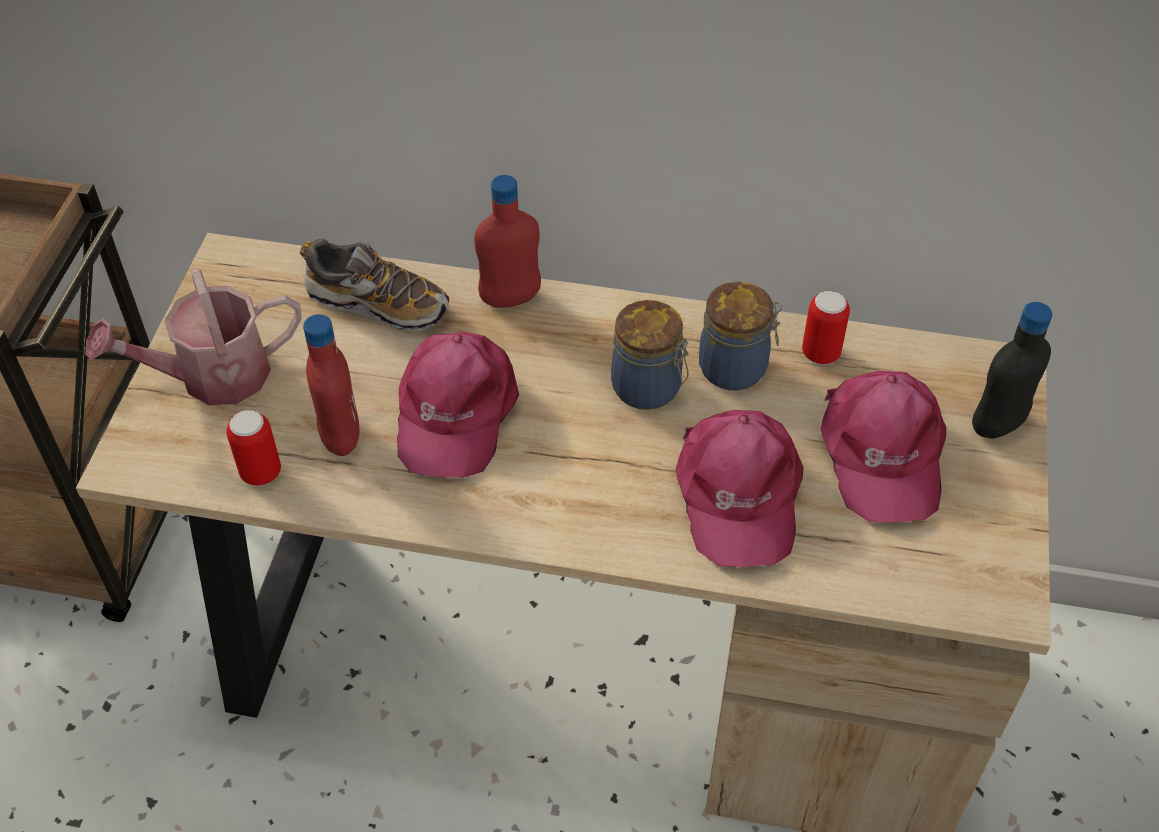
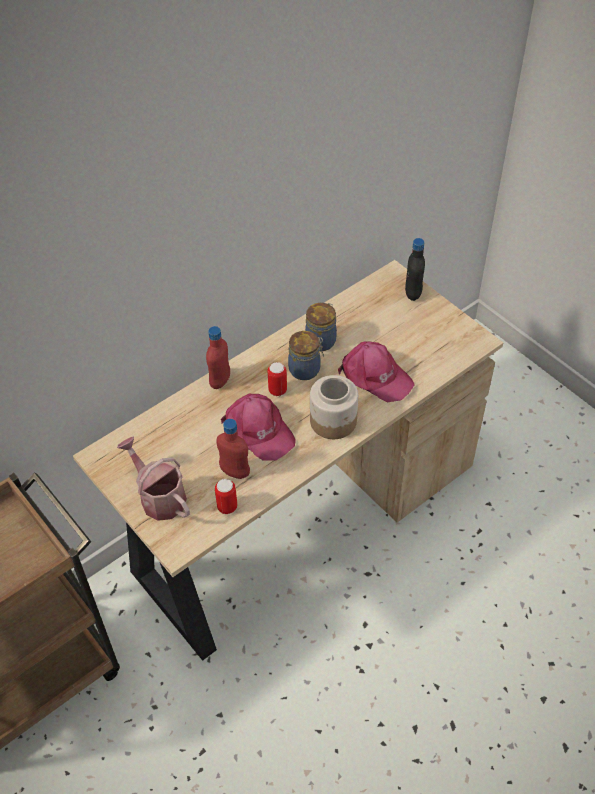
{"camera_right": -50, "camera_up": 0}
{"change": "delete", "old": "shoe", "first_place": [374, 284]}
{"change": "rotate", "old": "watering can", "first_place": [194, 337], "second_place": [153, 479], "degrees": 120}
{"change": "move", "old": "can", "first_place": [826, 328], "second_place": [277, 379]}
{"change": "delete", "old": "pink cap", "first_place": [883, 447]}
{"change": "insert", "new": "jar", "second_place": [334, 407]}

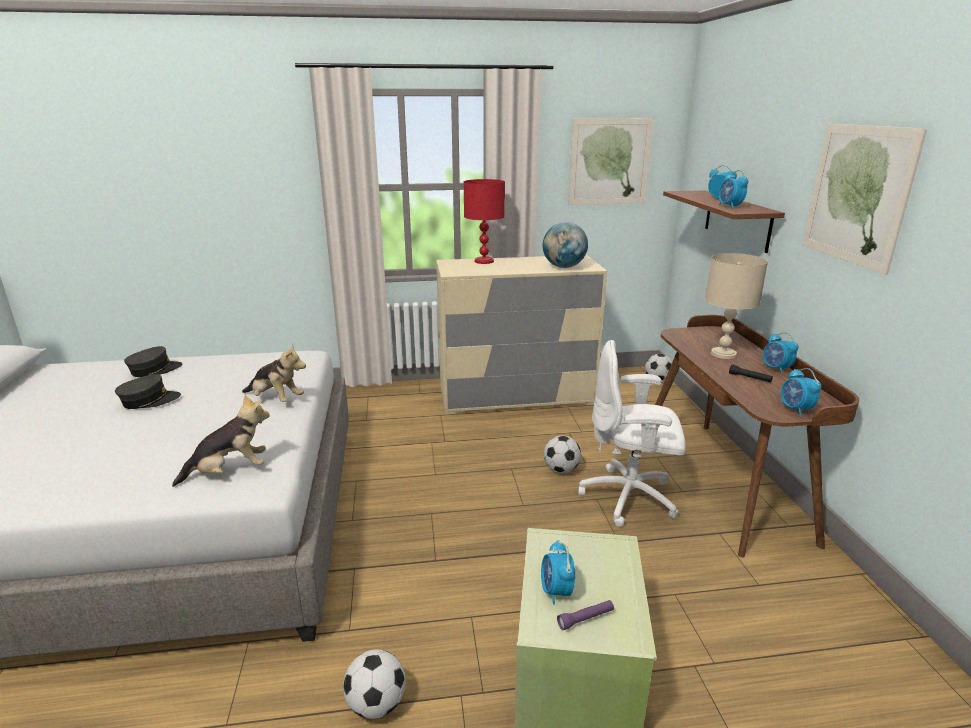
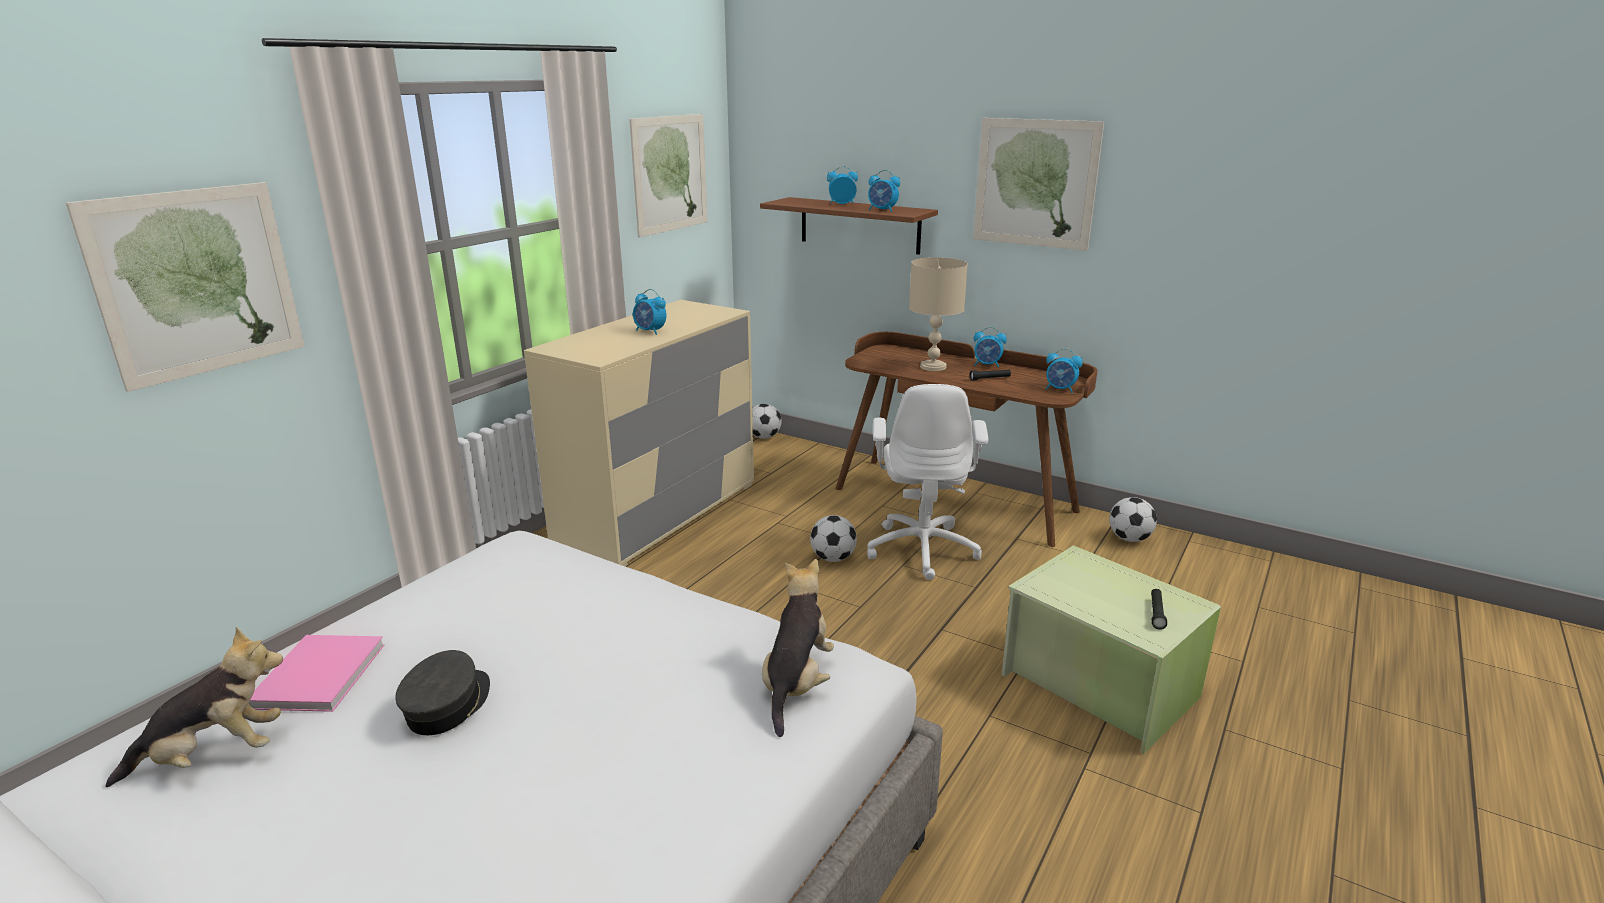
{"camera_right": -50, "camera_up": 0}
{"change": "delete", "old": "red table lamp", "first_place": [484, 221]}
{"change": "delete", "old": "globe", "first_place": [565, 245]}
{"change": "rotate", "old": "white office chair", "first_place": [632, 433], "second_place": [927, 482], "degrees": -45}
{"change": "move", "old": "plush toy", "first_place": [274, 373], "second_place": [194, 707]}
{"change": "replace", "old": "grey cap", "new": "pink book", "first_place": [153, 361], "second_place": [316, 673]}
{"change": "move", "old": "alarm clock", "first_place": [558, 572], "second_place": [650, 312]}
{"change": "recolor", "old": "purple flashlight", "new": "black flashlight", "first_place": [585, 615], "second_place": [1159, 609]}
{"change": "move", "old": "football", "first_place": [374, 684], "second_place": [1133, 519]}
{"change": "insert", "new": "picture", "second_place": [185, 287]}

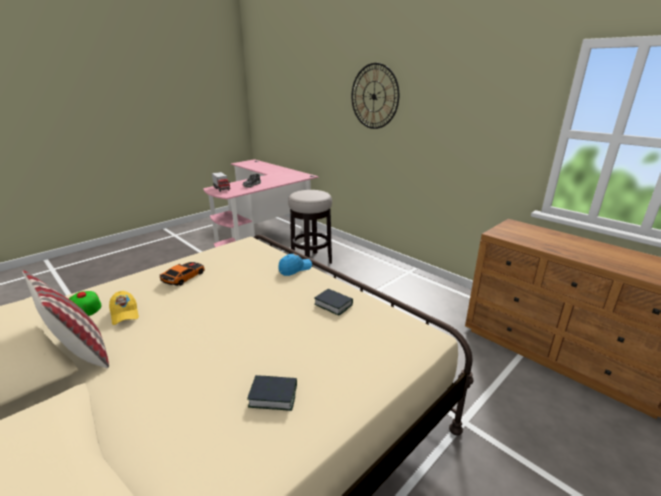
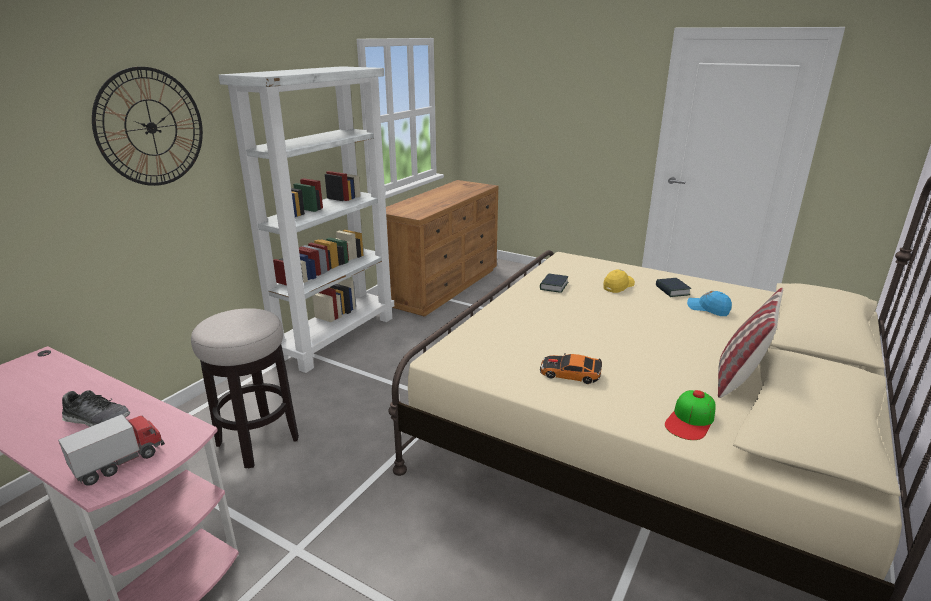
{"camera_right": -105, "camera_up": 0}
{"change": "move", "old": "blue cap", "first_place": [295, 265], "second_place": [709, 303]}
{"change": "move", "old": "yellow cap", "first_place": [124, 308], "second_place": [619, 281]}
{"change": "insert", "new": "white bookcase", "second_place": [306, 219]}

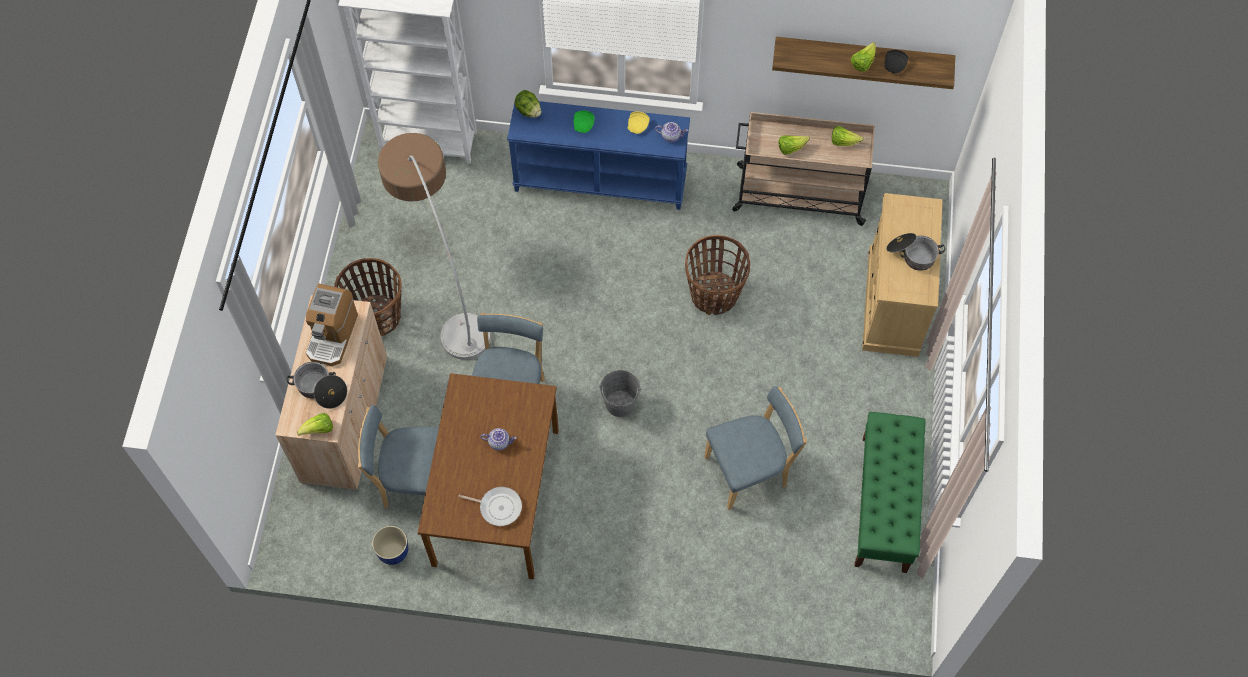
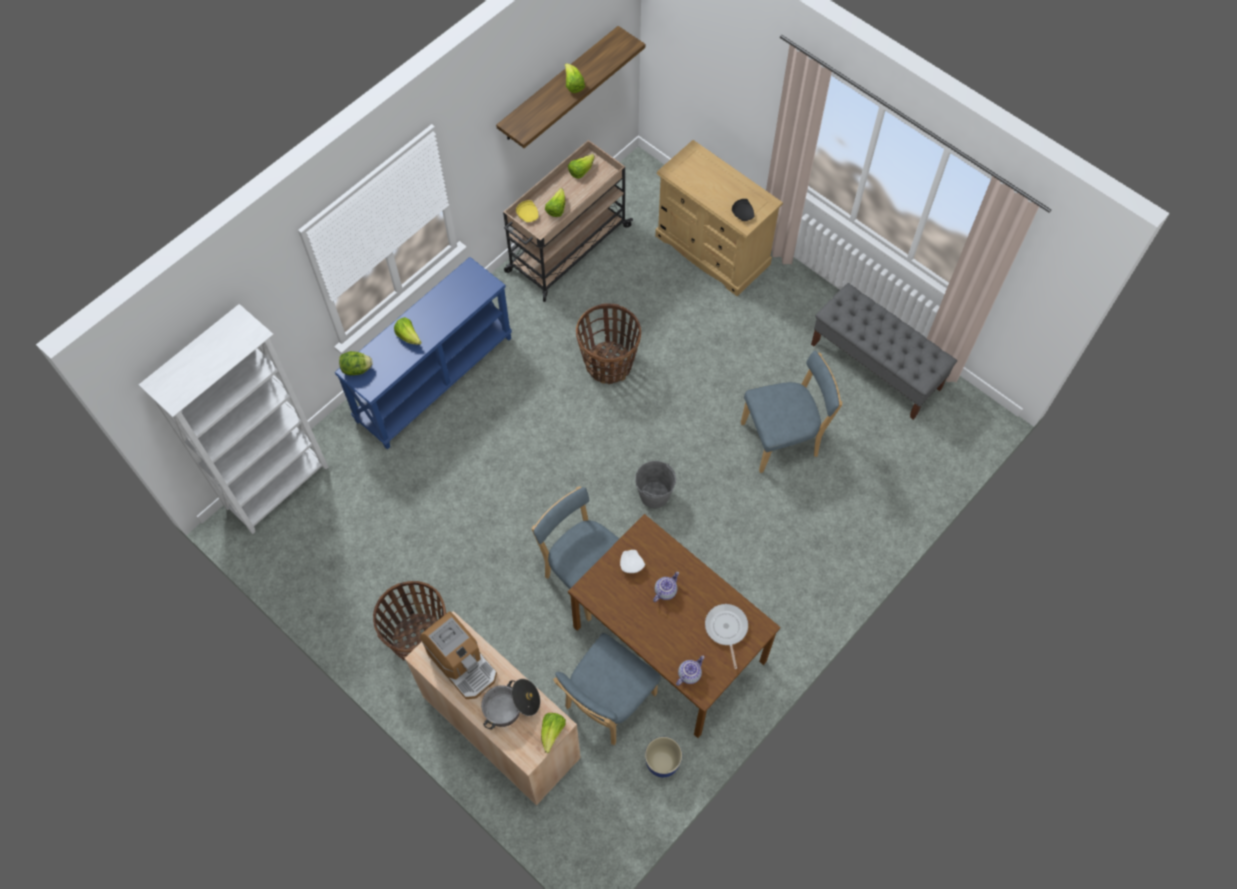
{"camera_right": -55, "camera_up": 0}
{"change": "move", "old": "black plate", "first_place": [896, 62], "second_place": [743, 210]}
{"change": "replace", "old": "green plate", "new": "lettuce", "first_place": [584, 122], "second_place": [408, 331]}
{"change": "move", "old": "yellow plate", "first_place": [639, 122], "second_place": [527, 211]}
{"change": "move", "old": "teapot", "first_place": [671, 132], "second_place": [690, 671]}
{"change": "delete", "old": "floor lamp", "first_place": [434, 246]}
{"change": "delete", "old": "cooking pot", "first_place": [915, 252]}
{"change": "rotate", "old": "blue chair", "first_place": [755, 448], "second_place": [791, 412], "degrees": 60}
{"change": "recolor", "old": "green bench", "new": "grey bench", "first_place": [890, 492], "second_place": [884, 351]}
{"change": "rotate", "old": "frying pan", "first_place": [490, 506], "second_place": [726, 636], "degrees": -60}
{"change": "insert", "new": "white plate", "second_place": [632, 561]}

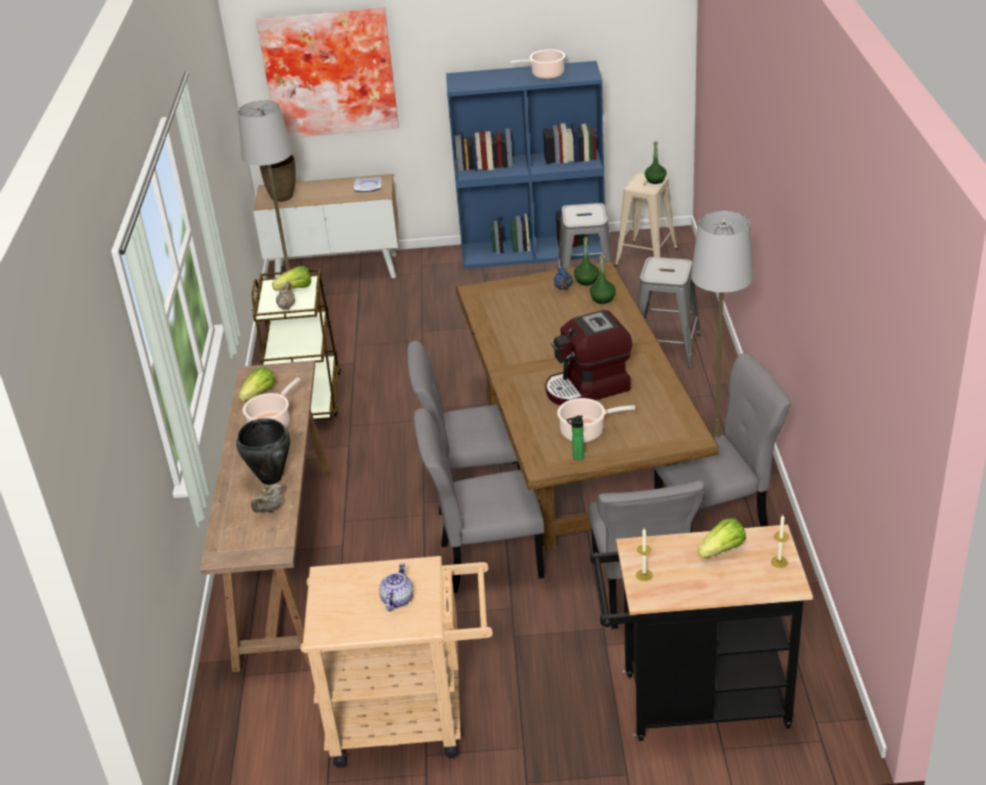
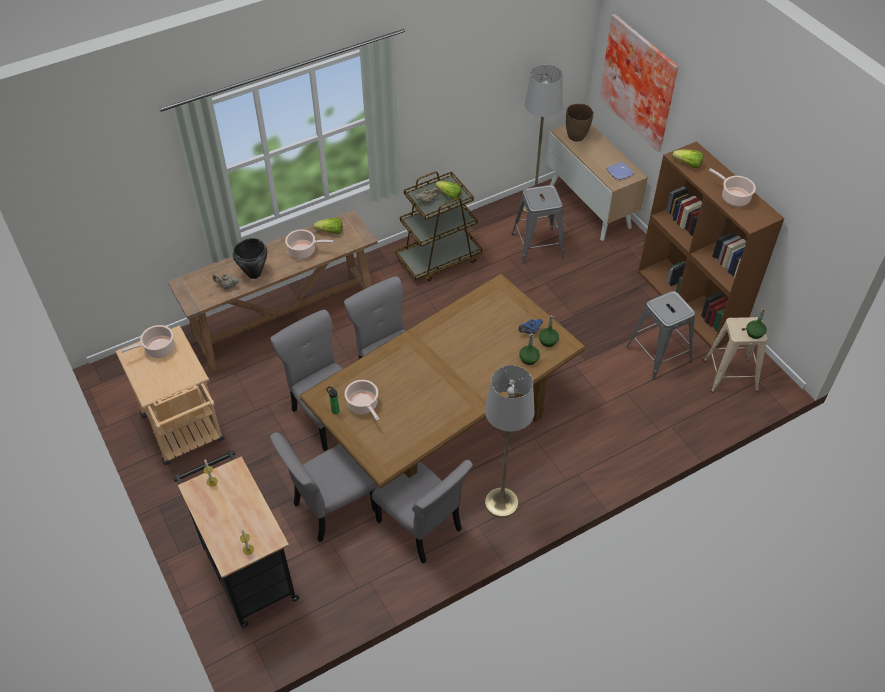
{"camera_right": 60, "camera_up": 15}
{"change": "recolor", "old": "blue bookcase", "new": "brown bookcase", "first_place": [525, 165], "second_place": [711, 244]}
{"change": "move", "old": "grey stool", "first_place": [669, 312], "second_place": [538, 224]}
{"change": "delete", "old": "coffee machine", "first_place": [588, 358]}
{"change": "move", "old": "lettuce", "first_place": [722, 538], "second_place": [687, 158]}
{"change": "delete", "old": "teapot", "first_place": [396, 587]}
{"change": "insert", "new": "cooking pot", "second_place": [147, 341]}

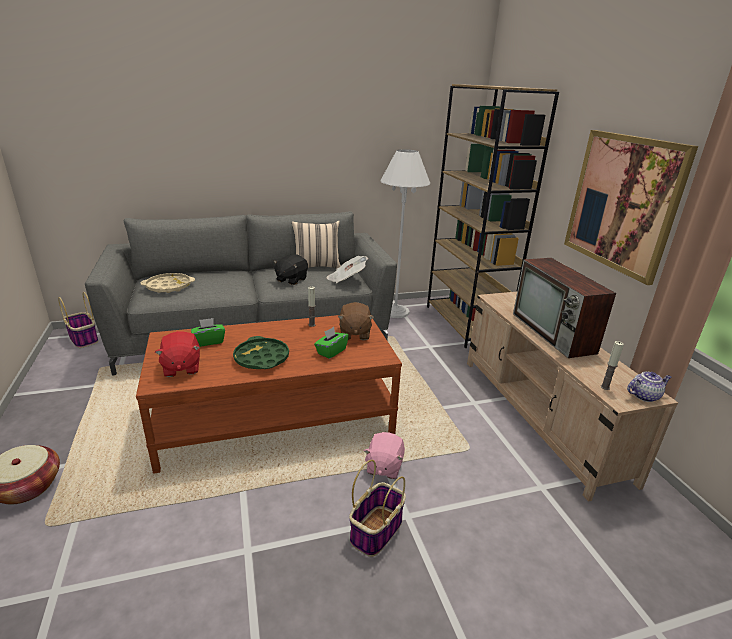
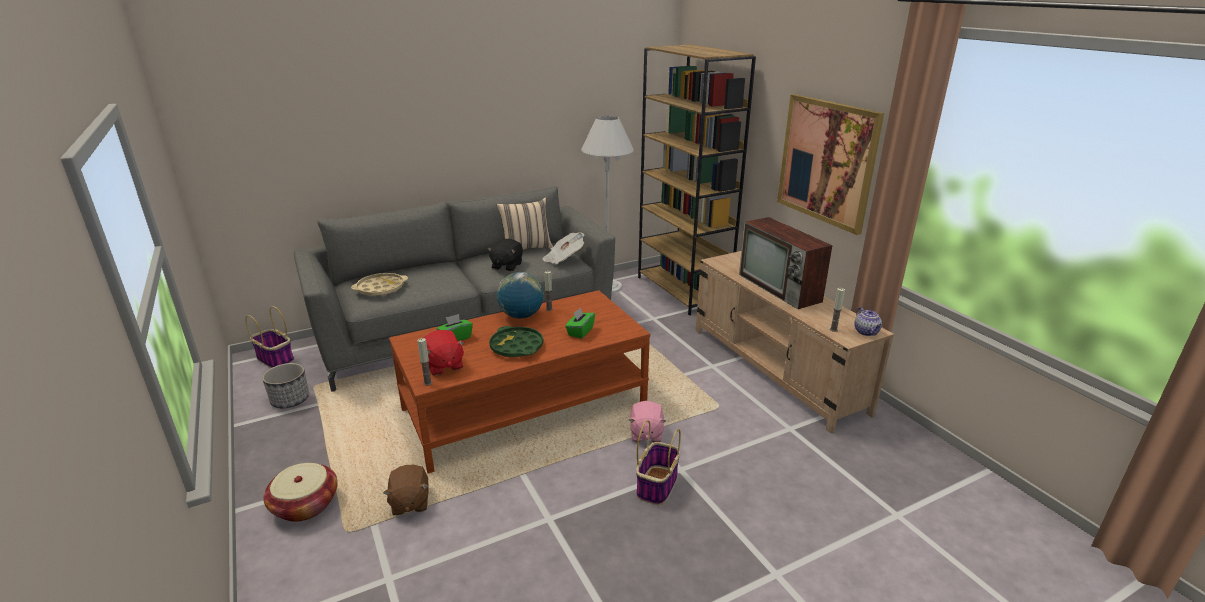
{"camera_right": -10, "camera_up": 0}
{"change": "move", "old": "brown plush toy", "first_place": [356, 321], "second_place": [406, 490]}
{"change": "rotate", "old": "teapot", "first_place": [649, 387], "second_place": [868, 321], "degrees": 105}
{"change": "insert", "new": "globe", "second_place": [520, 295]}
{"change": "insert", "new": "candle", "second_place": [424, 362]}
{"change": "insert", "new": "planter", "second_place": [285, 385]}

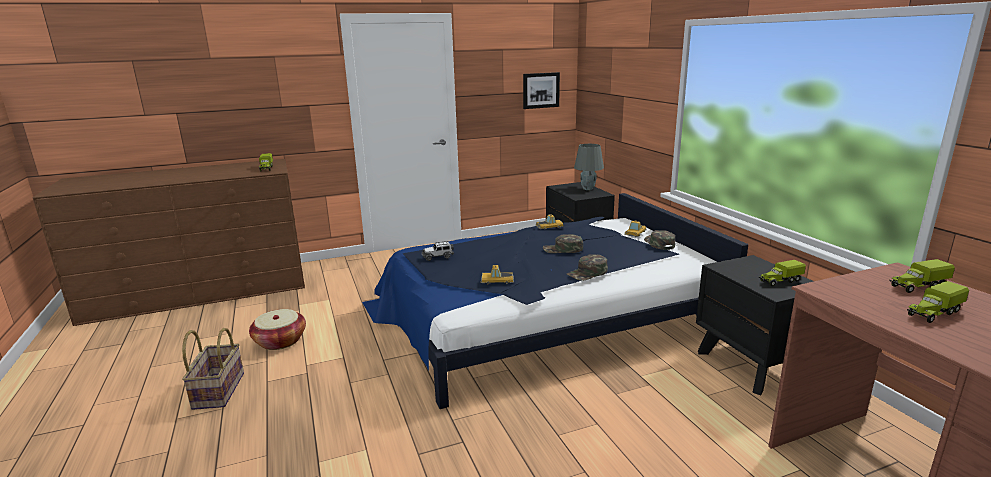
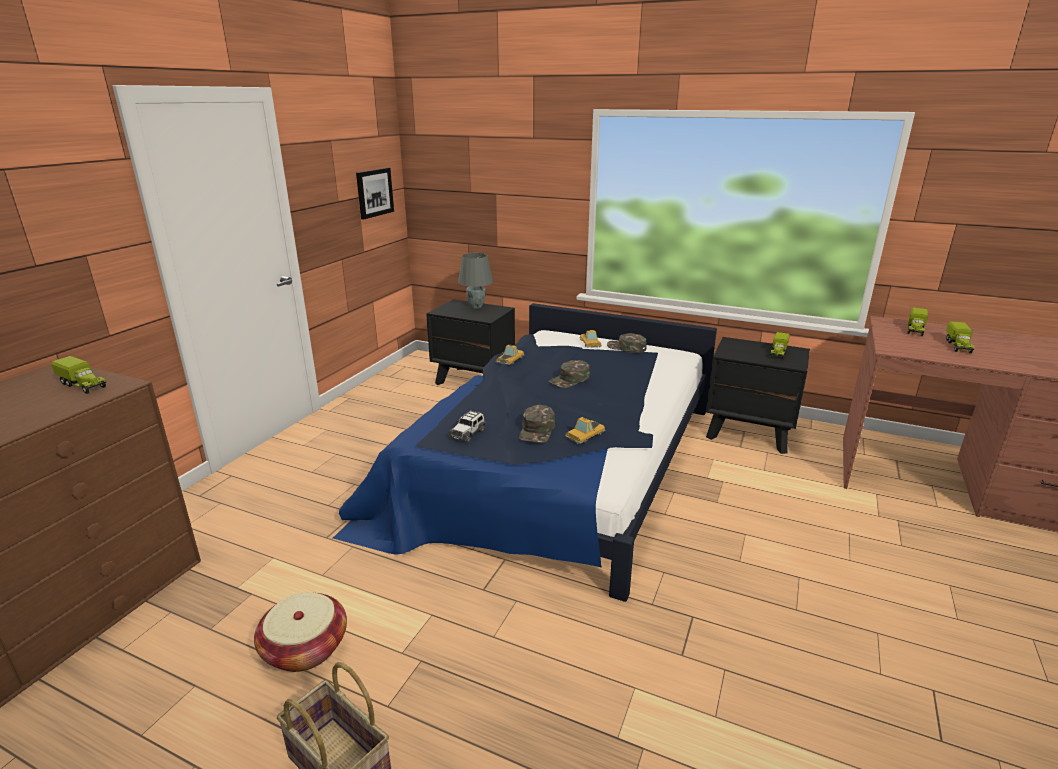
{"camera_right": -45, "camera_up": 5}
{"change": "move", "old": "green cap", "first_place": [587, 267], "second_place": [537, 424]}

